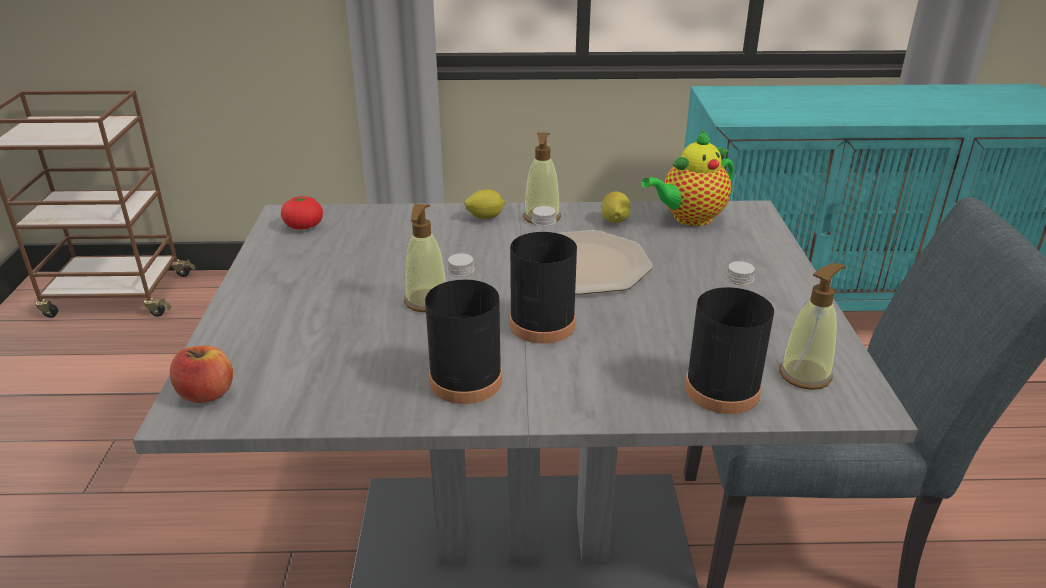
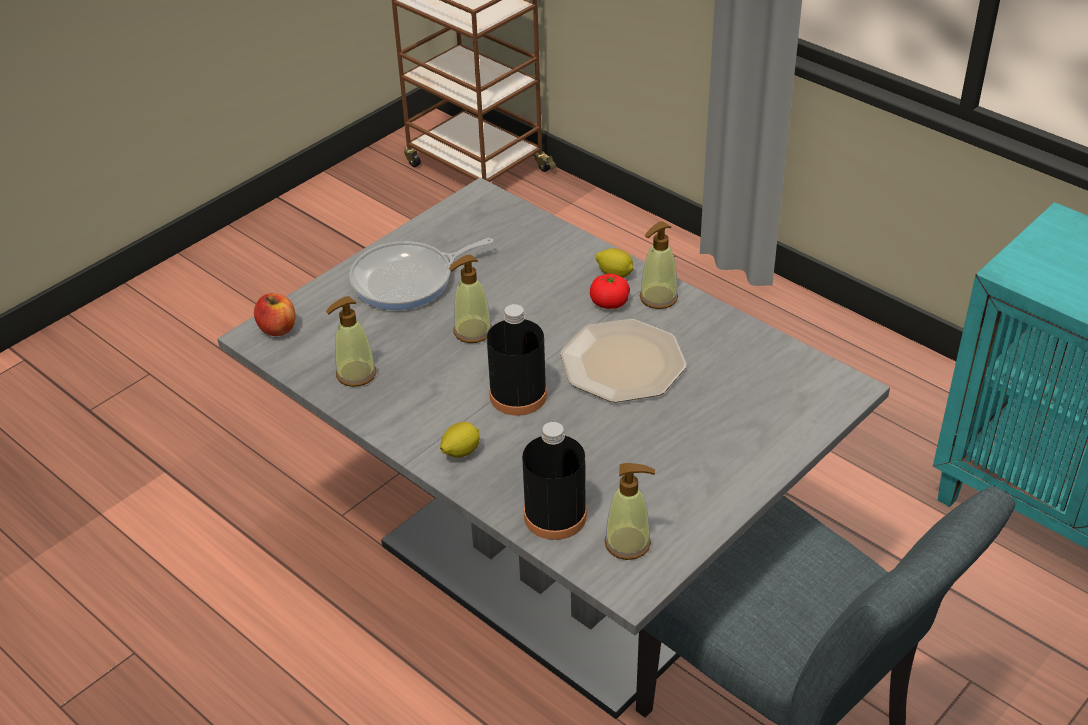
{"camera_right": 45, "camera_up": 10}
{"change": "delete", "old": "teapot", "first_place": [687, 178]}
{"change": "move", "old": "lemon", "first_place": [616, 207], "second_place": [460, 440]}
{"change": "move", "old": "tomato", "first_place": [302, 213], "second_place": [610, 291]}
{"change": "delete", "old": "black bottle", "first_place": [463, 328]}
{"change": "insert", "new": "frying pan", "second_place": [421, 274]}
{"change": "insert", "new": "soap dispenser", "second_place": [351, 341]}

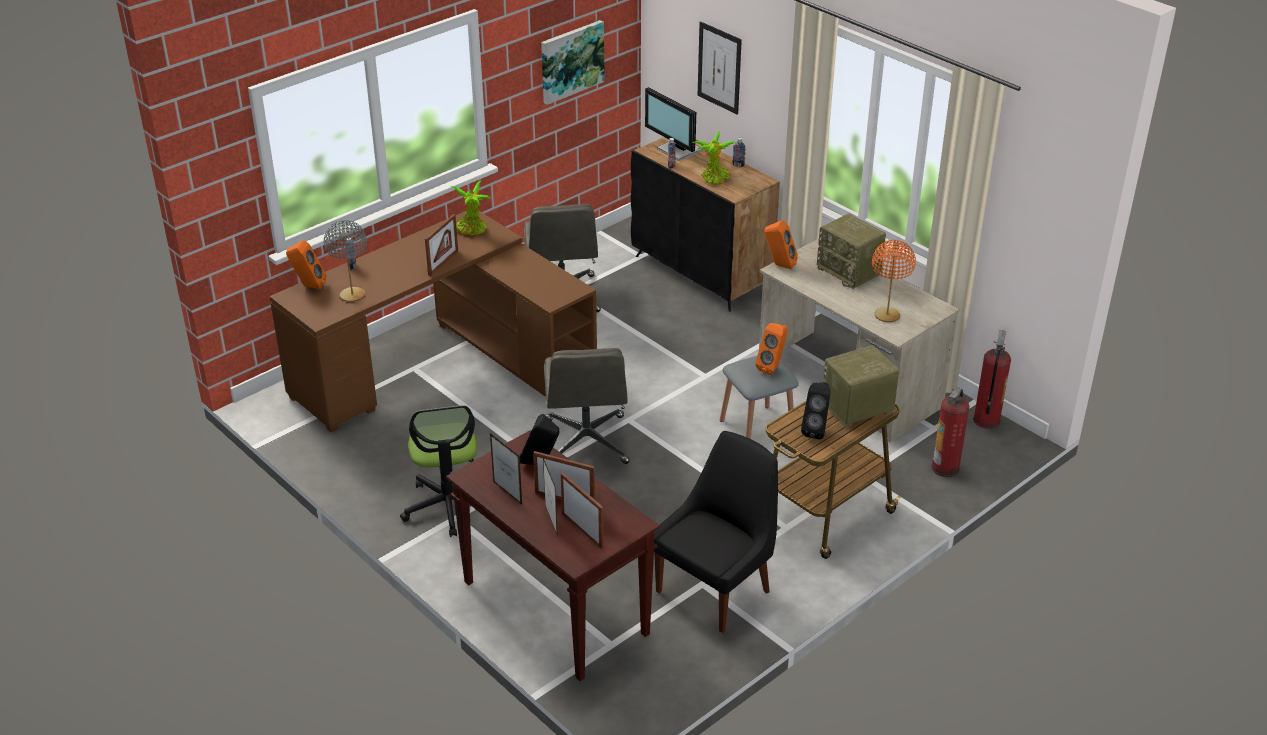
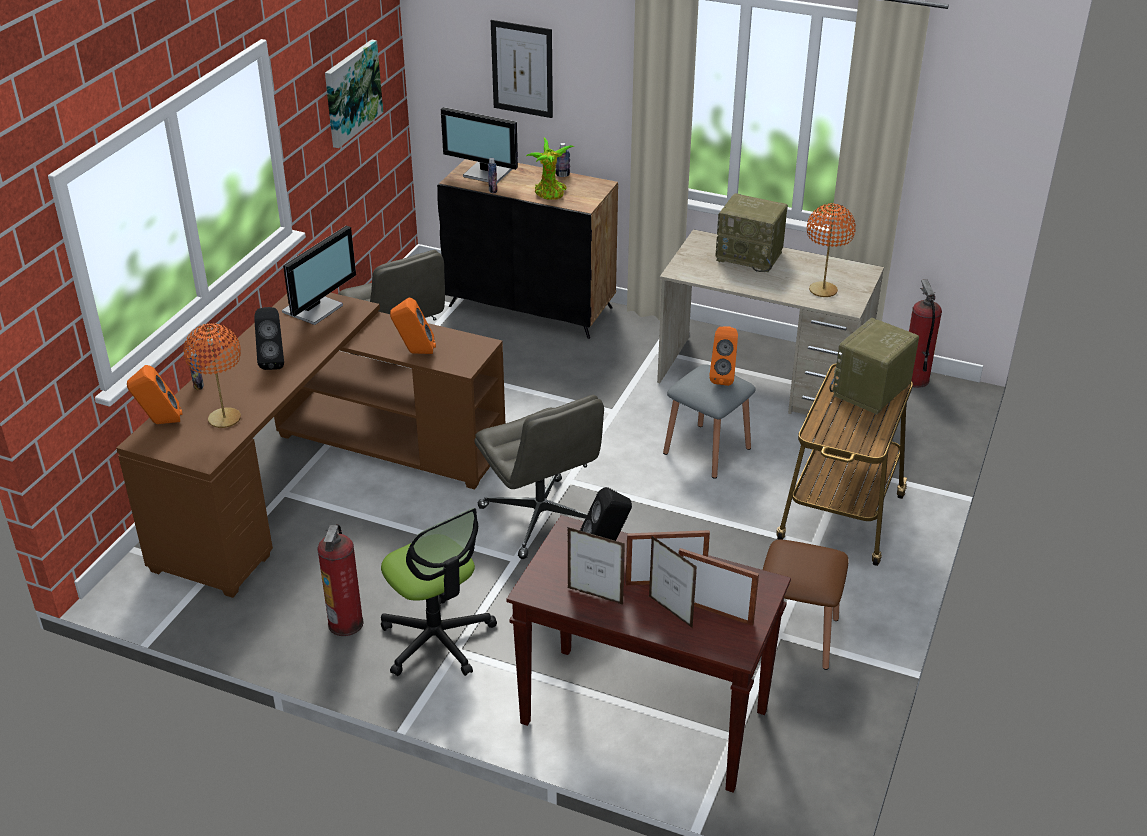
{"camera_right": -25, "camera_up": 0}
{"change": "replace", "old": "potted plant", "new": "monitor", "first_place": [470, 208], "second_place": [319, 275]}
{"change": "delete", "old": "picture frame", "first_place": [441, 245]}
{"change": "recolor", "old": "grey table lamp", "new": "orange table lamp", "first_place": [345, 261], "second_place": [212, 375]}
{"change": "move", "old": "orange speaker", "first_place": [781, 244], "second_place": [413, 325]}
{"change": "move", "old": "black speaker", "first_place": [816, 410], "second_place": [269, 338]}
{"change": "move", "old": "fire extinguisher", "first_place": [950, 432], "second_place": [340, 580]}
{"change": "replace", "old": "black chair", "new": "brown stool", "first_place": [716, 532], "second_place": [806, 605]}

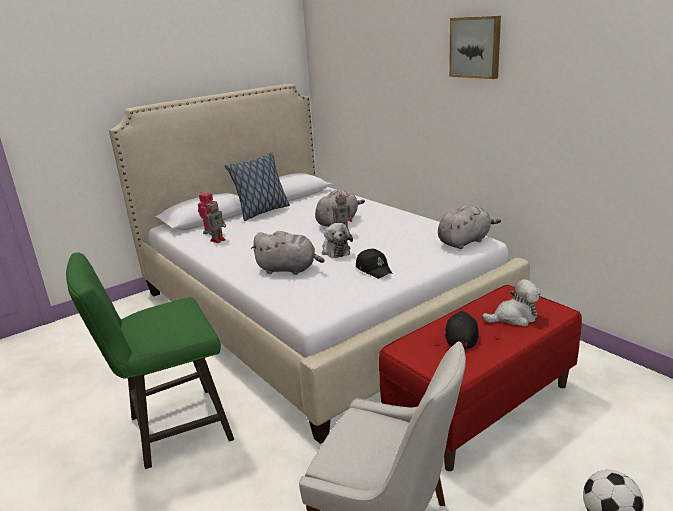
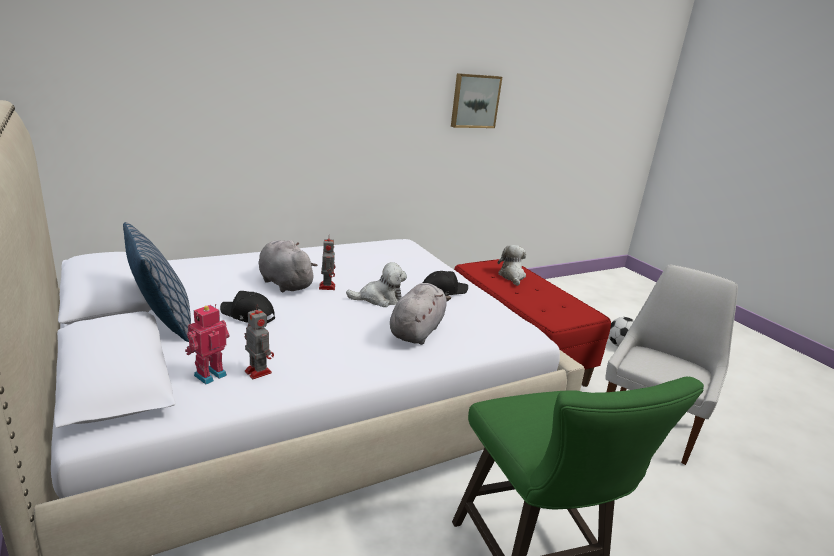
{"camera_right": -85, "camera_up": 0}
{"change": "move", "old": "picture", "first_place": [475, 47], "second_place": [476, 100]}
{"change": "delete", "old": "grey plush toy", "first_place": [469, 227]}
{"change": "move", "old": "black cap", "first_place": [462, 330], "second_place": [247, 307]}

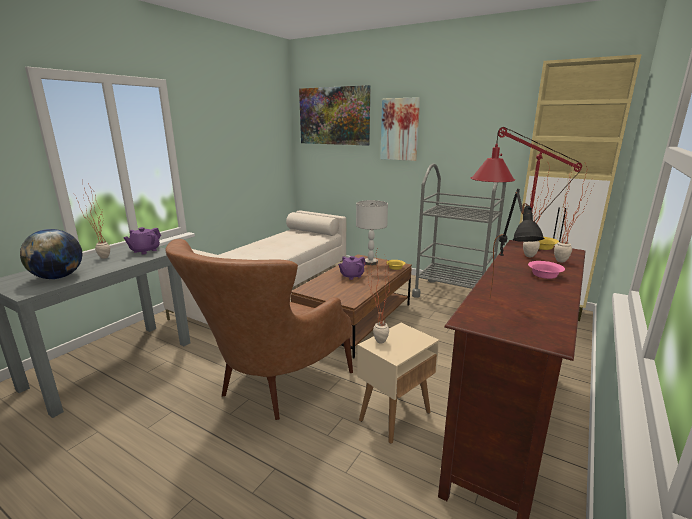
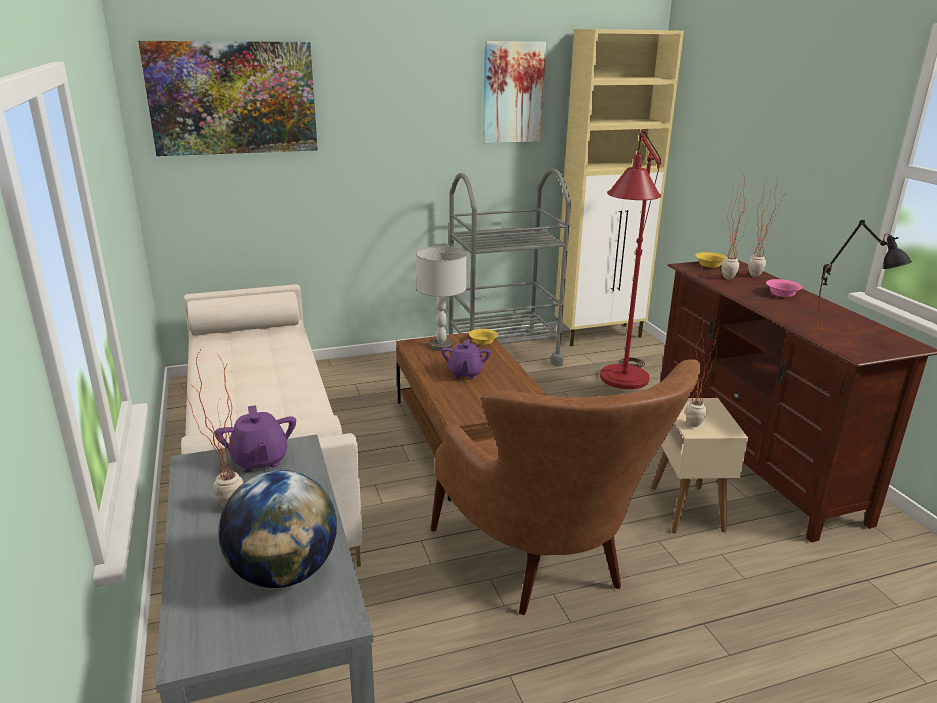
{"camera_right": -50, "camera_up": 5}
{"change": "move", "old": "picture", "first_place": [400, 129], "second_place": [514, 92]}

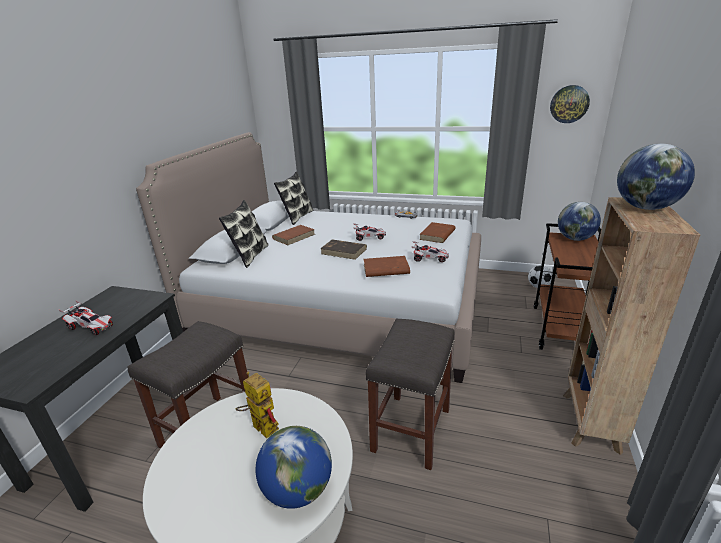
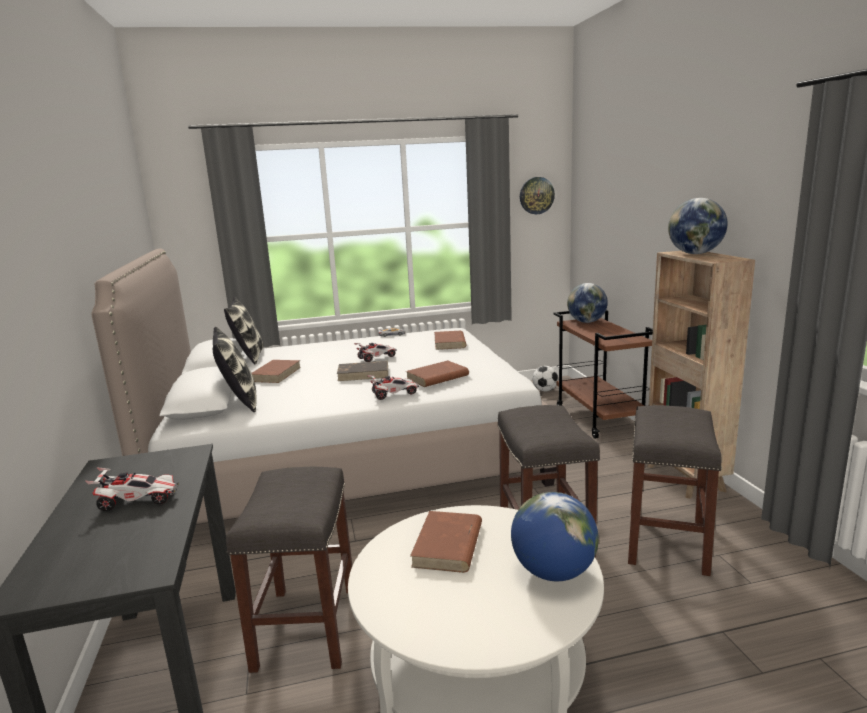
{"camera_right": -30, "camera_up": -10}
{"change": "move", "old": "toy car", "first_place": [430, 251], "second_place": [393, 387]}
{"change": "replace", "old": "toy robot", "new": "brown book", "first_place": [257, 405], "second_place": [446, 542]}
{"change": "insert", "new": "grey stool", "second_place": [675, 490]}

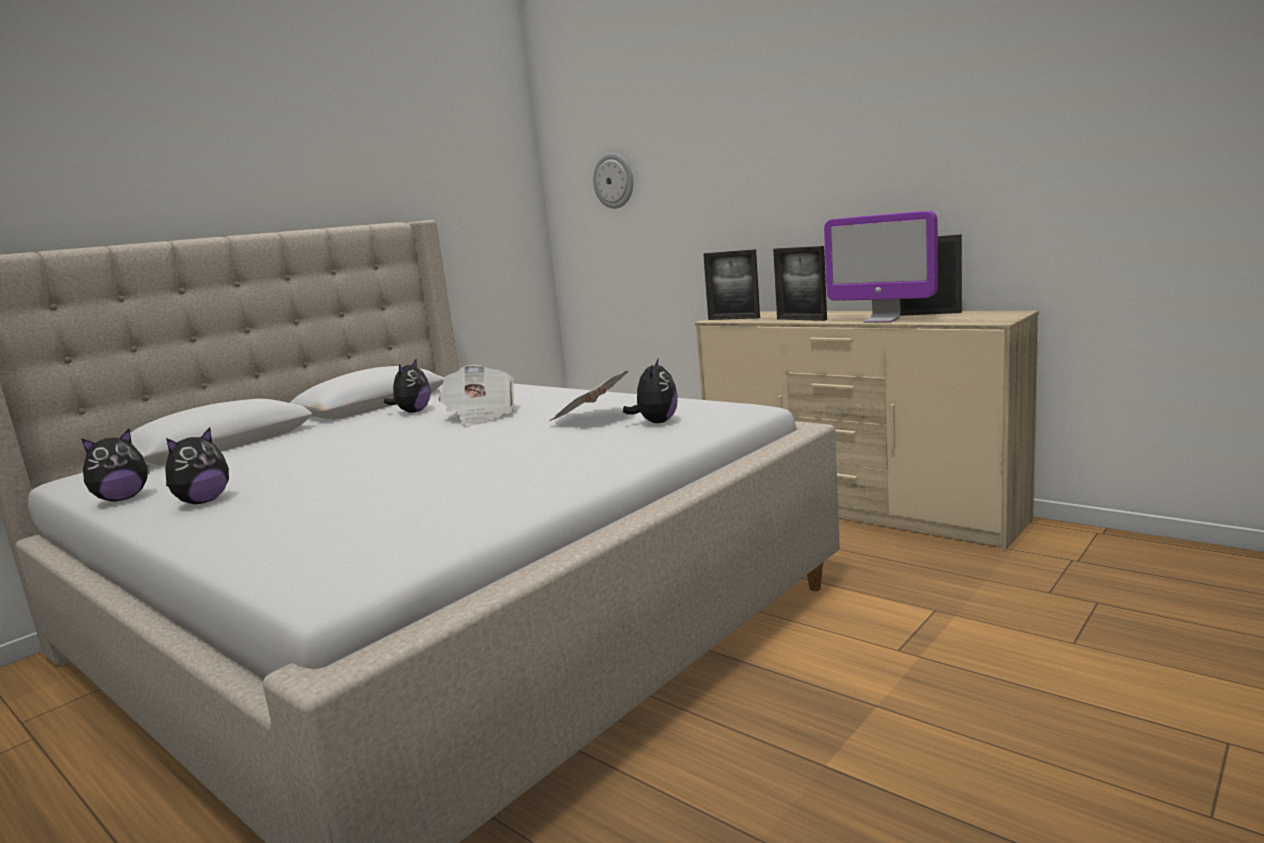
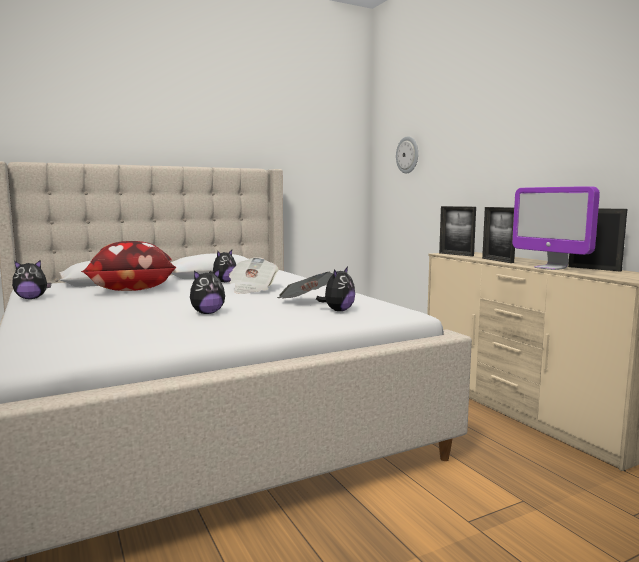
{"camera_right": 20, "camera_up": -5}
{"change": "move", "old": "plush toy", "first_place": [197, 465], "second_place": [207, 291]}
{"change": "insert", "new": "pillow", "second_place": [128, 266]}

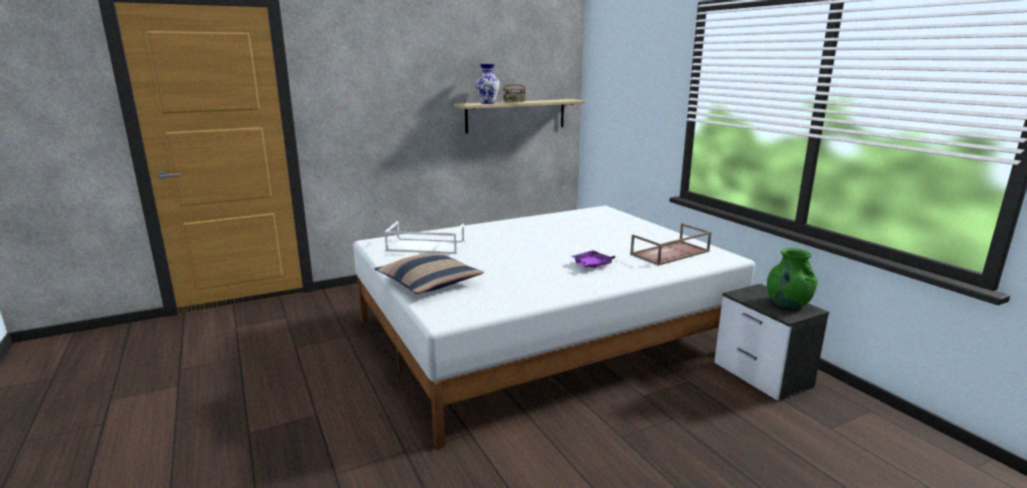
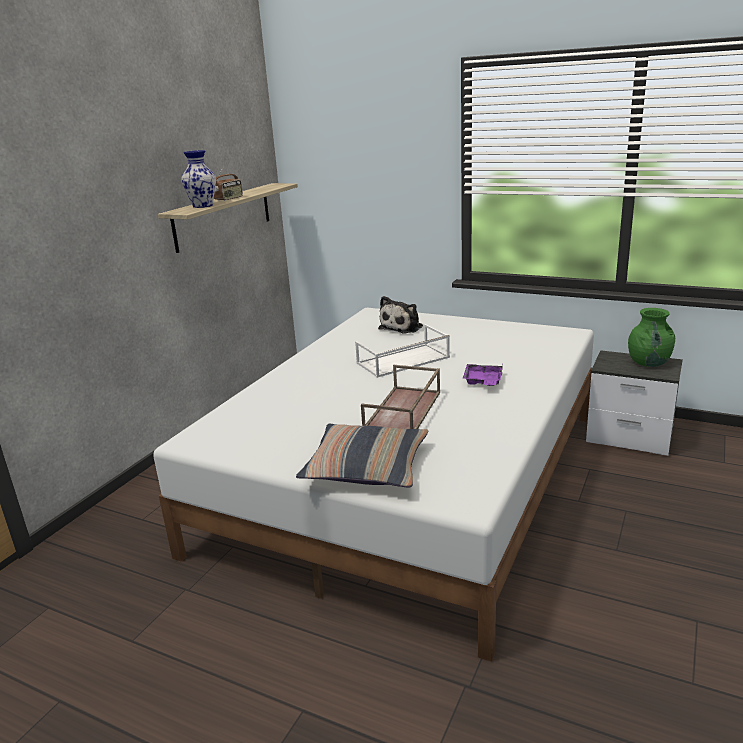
{"camera_right": -35, "camera_up": 5}
{"change": "move", "old": "white tray", "first_place": [424, 237], "second_place": [402, 351]}
{"change": "move", "old": "brown tray", "first_place": [671, 244], "second_place": [400, 397]}
{"change": "insert", "new": "plush toy", "second_place": [400, 315]}

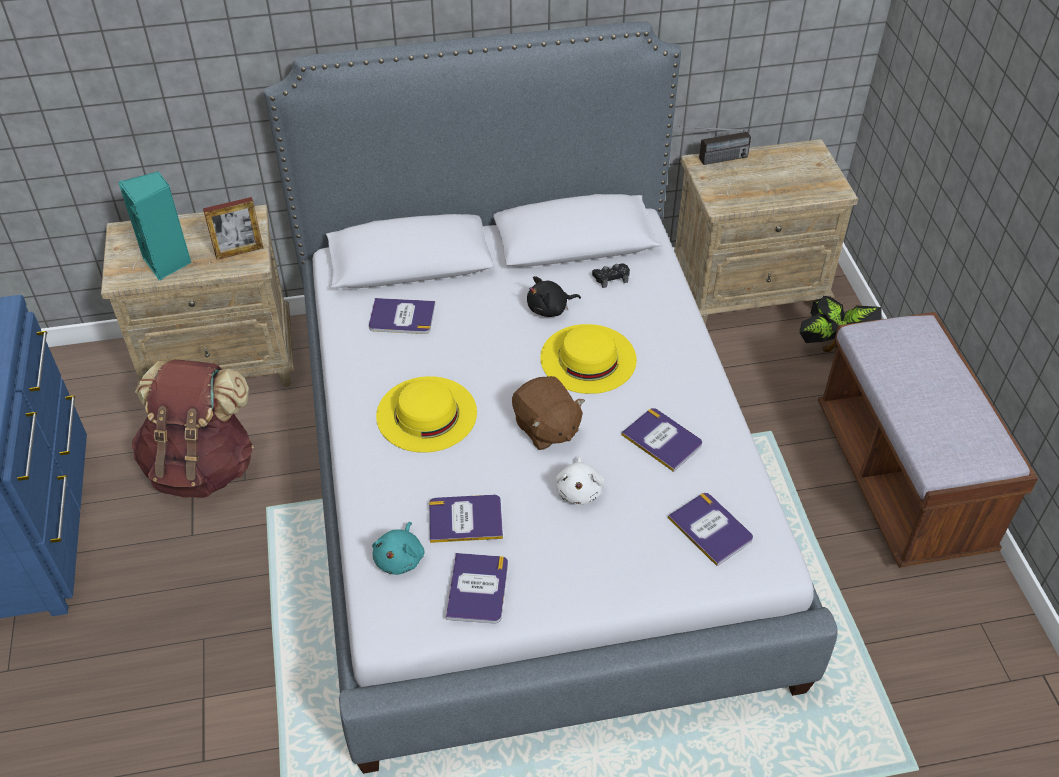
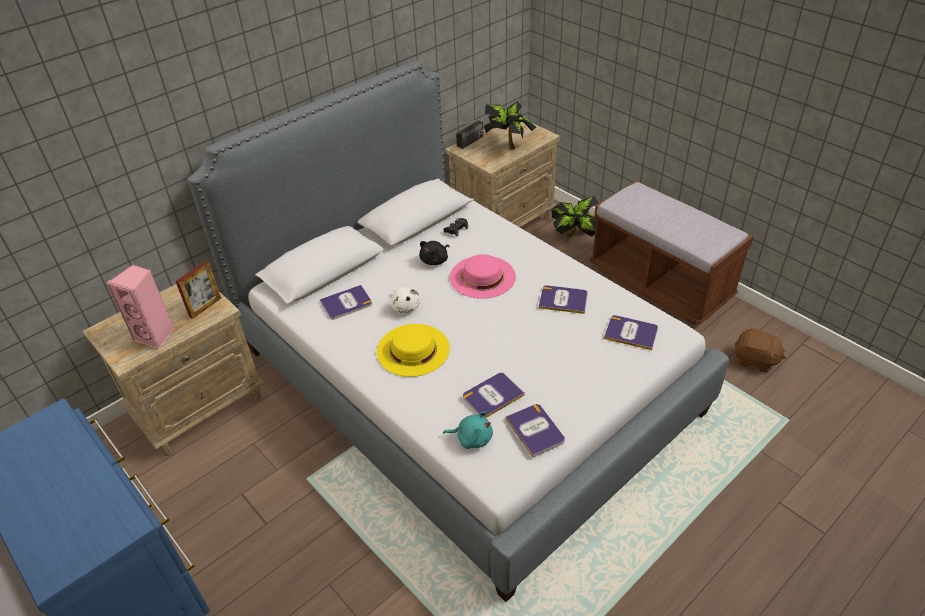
{"camera_right": -30, "camera_up": -5}
{"change": "recolor", "old": "turquoise speaker", "new": "pink speaker", "first_place": [155, 226], "second_place": [140, 307]}
{"change": "recolor", "old": "yellow hat", "new": "pink hat", "first_place": [588, 359], "second_place": [483, 276]}
{"change": "delete", "old": "brown backpack", "first_place": [193, 429]}
{"change": "move", "old": "brown plush toy", "first_place": [548, 413], "second_place": [760, 350]}
{"change": "move", "old": "white plush toy", "first_place": [579, 480], "second_place": [404, 300]}
{"change": "rotate", "old": "turquoise plush toy", "first_place": [398, 548], "second_place": [468, 430], "degrees": -60}
{"change": "insert", "new": "potted plant", "second_place": [510, 126]}

